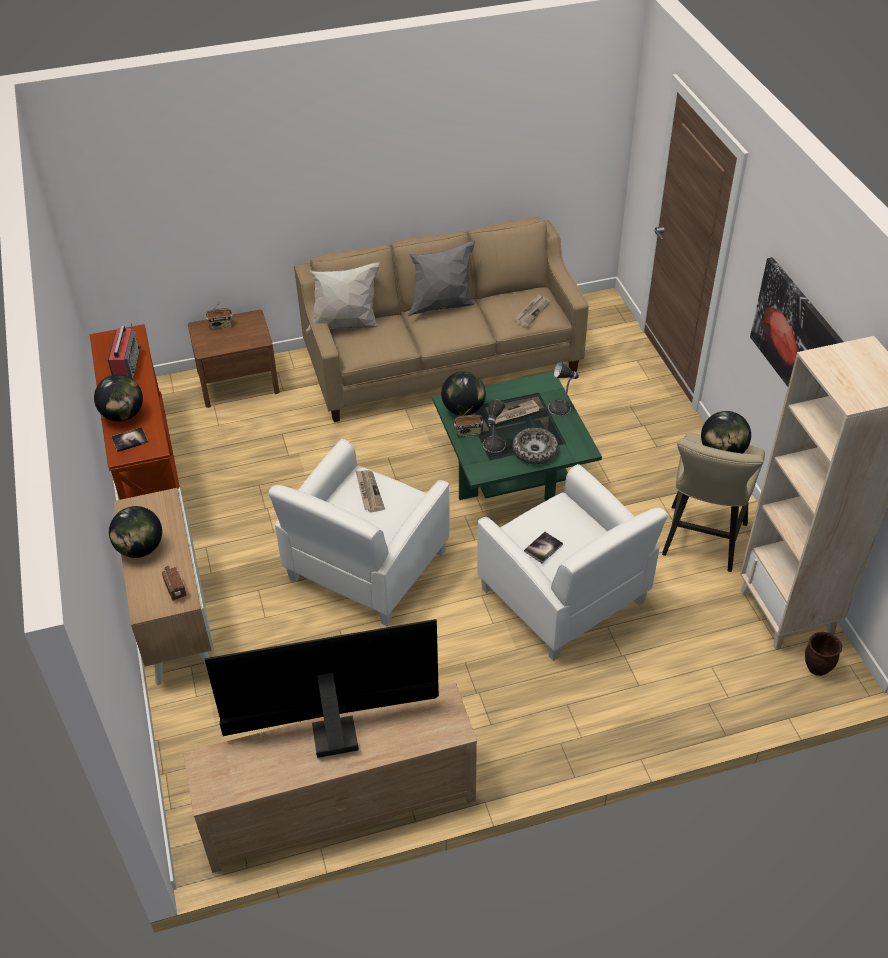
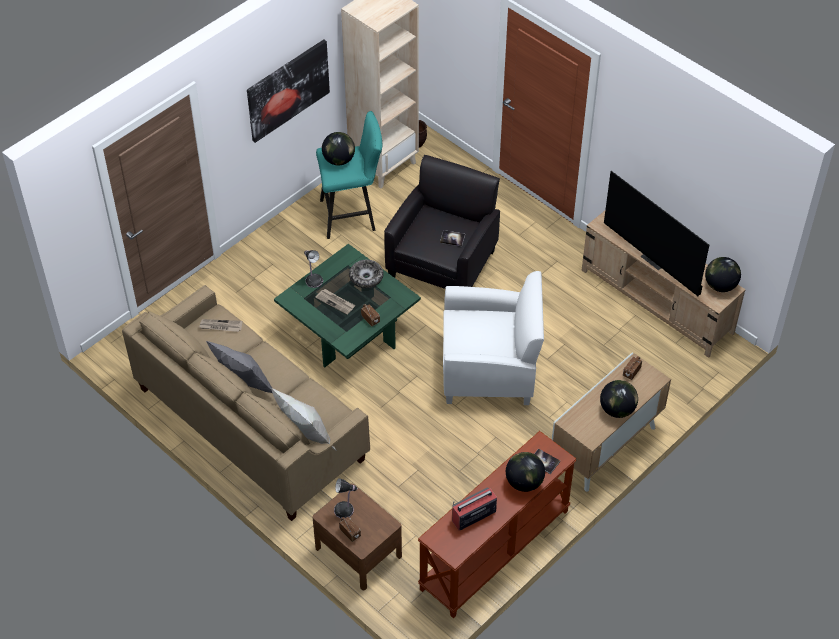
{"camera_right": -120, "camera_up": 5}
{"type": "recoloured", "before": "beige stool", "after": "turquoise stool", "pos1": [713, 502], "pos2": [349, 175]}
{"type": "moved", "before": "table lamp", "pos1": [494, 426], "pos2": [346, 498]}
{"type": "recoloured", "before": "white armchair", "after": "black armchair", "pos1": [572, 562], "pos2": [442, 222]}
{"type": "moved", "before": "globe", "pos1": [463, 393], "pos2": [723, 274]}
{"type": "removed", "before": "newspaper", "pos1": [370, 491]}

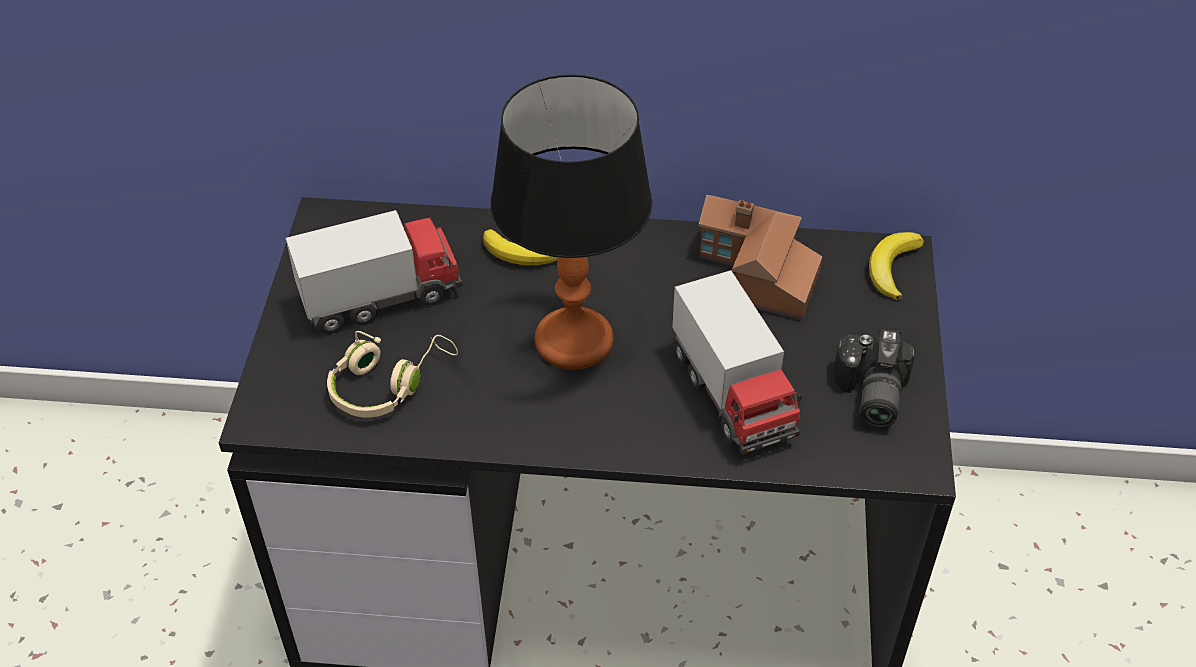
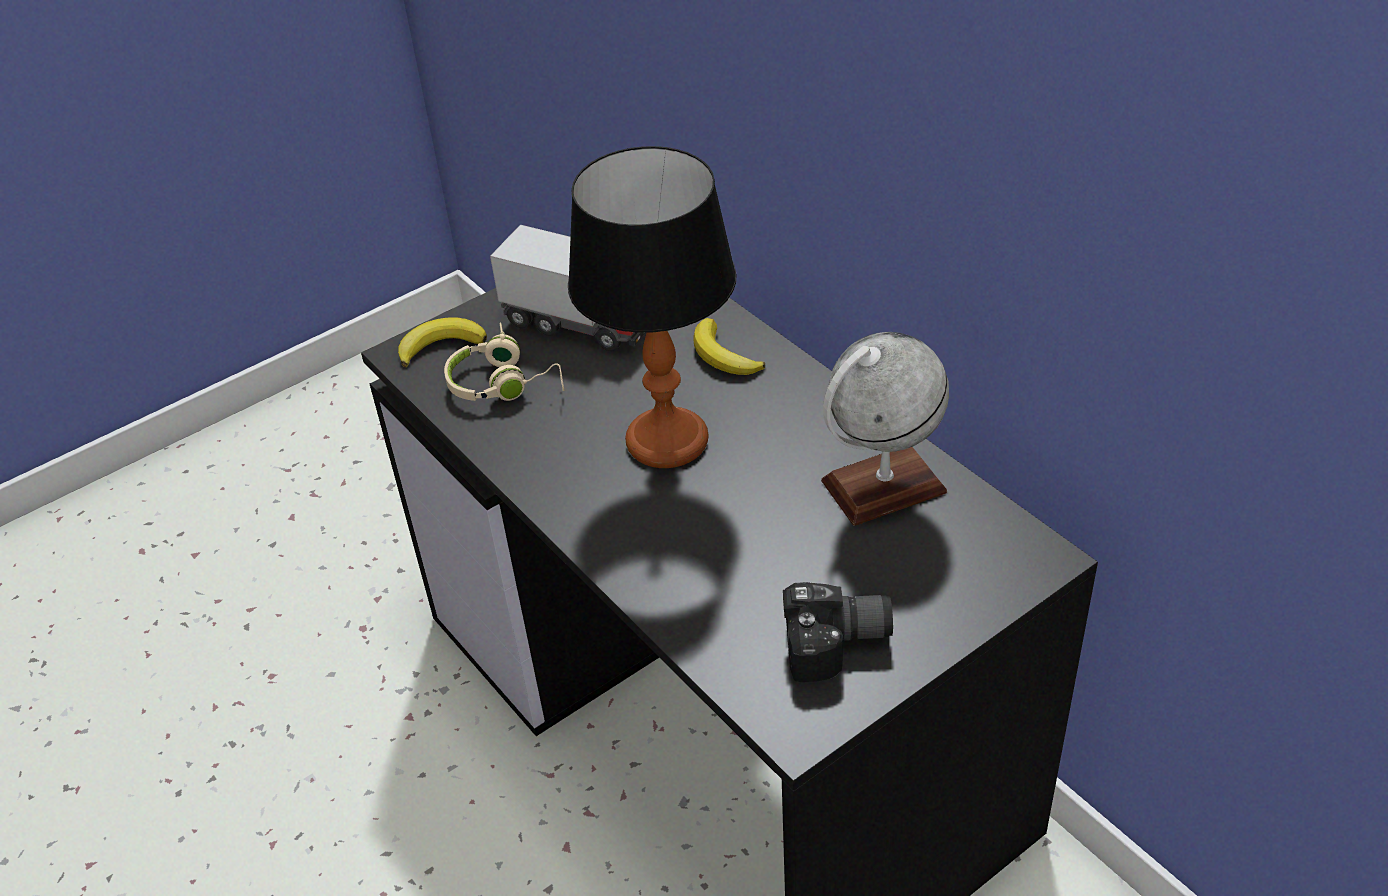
{"camera_right": 50, "camera_up": -5}
{"type": "moved", "before": "banana", "pos1": [896, 266], "pos2": [442, 342]}
{"type": "turned", "before": "photo camera", "pos1": [874, 378], "pos2": [838, 632], "turn": -150}
{"type": "replaced", "before": "toy house", "after": "globe", "pos1": [760, 257], "pos2": [885, 429]}
{"type": "removed", "before": "toy truck", "pos1": [737, 362]}

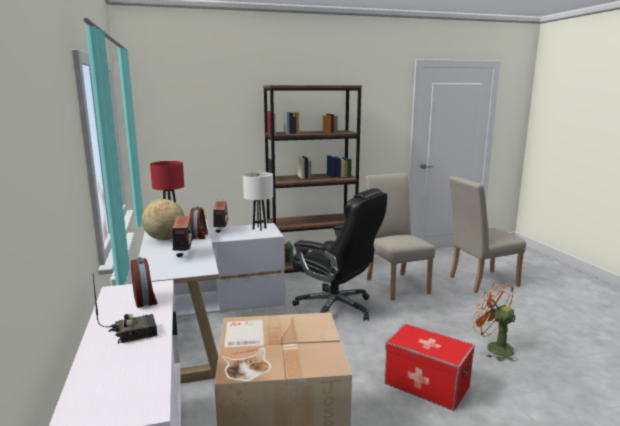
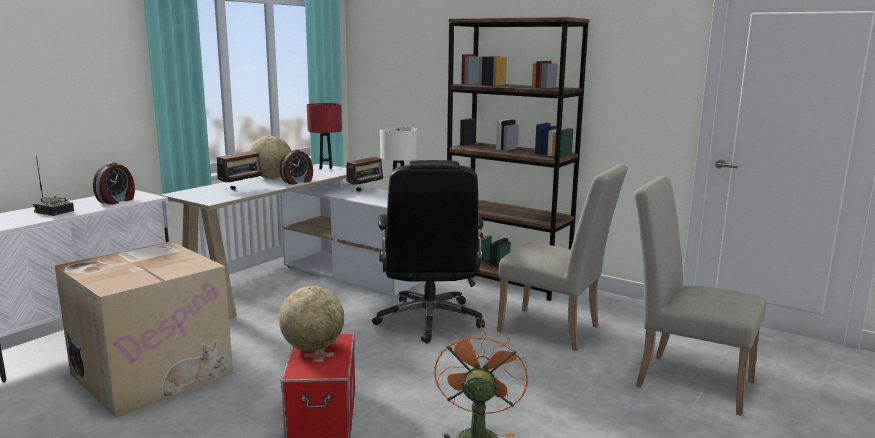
{"camera_right": 50, "camera_up": 0}
{"type": "added", "after": "globe", "pos2": [311, 318]}
{"type": "turned", "before": "beige chair", "pos1": [400, 236], "pos2": [562, 257], "turn": 90}

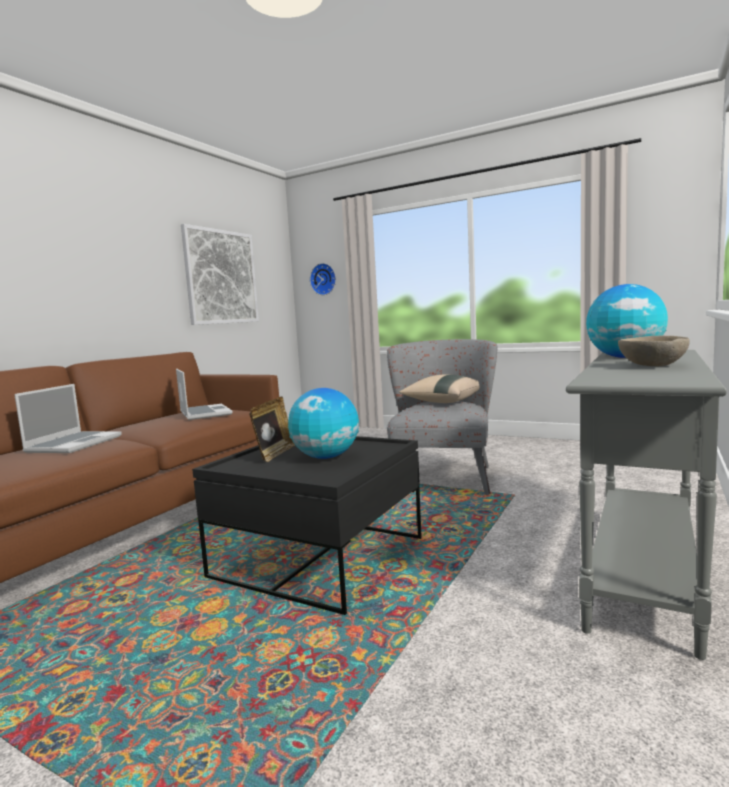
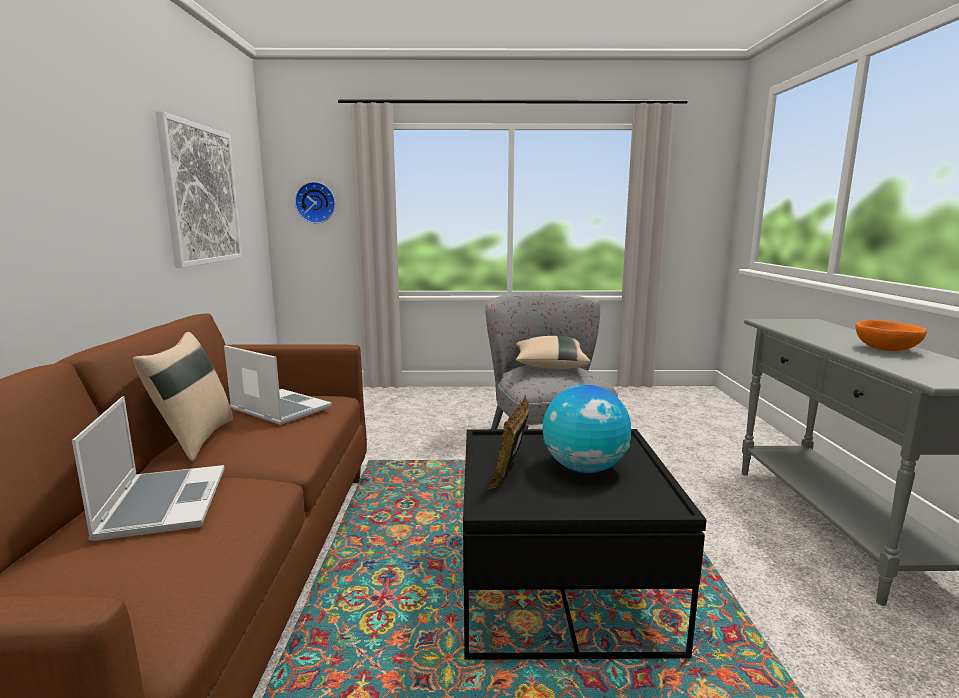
{"camera_right": -30, "camera_up": 5}
{"type": "added", "after": "beige pillow", "pos2": [183, 396]}
{"type": "turned", "before": "picture frame", "pos1": [272, 429], "pos2": [508, 442], "turn": -150}
{"type": "recoloured", "before": "beige bowl", "after": "orange bowl", "pos1": [654, 351], "pos2": [891, 335]}
{"type": "removed", "before": "globe", "pos1": [627, 321]}

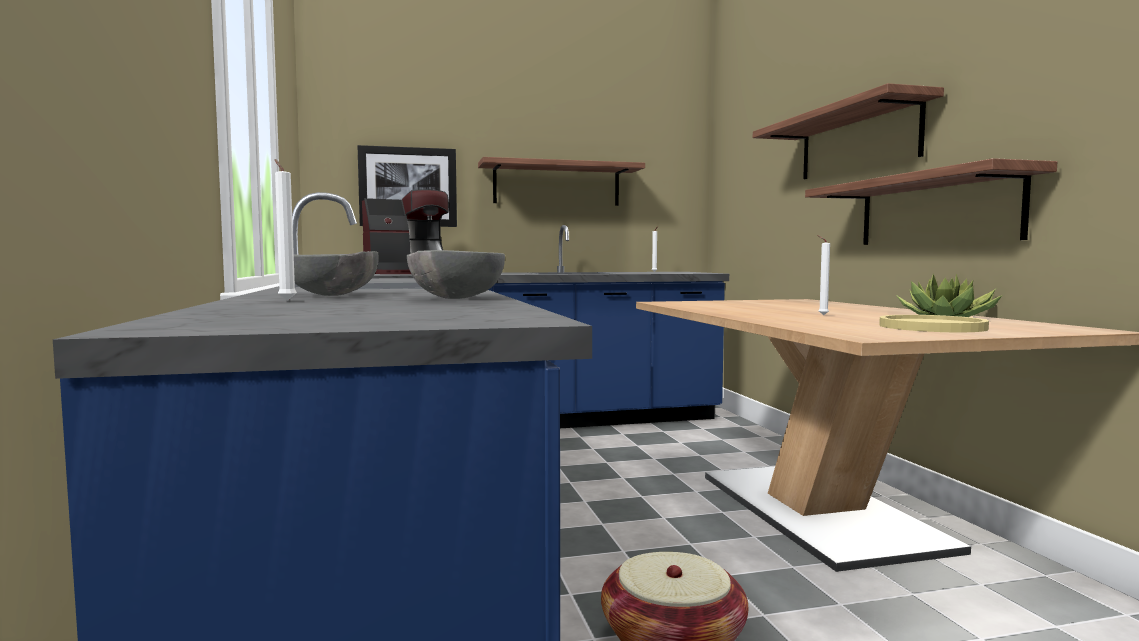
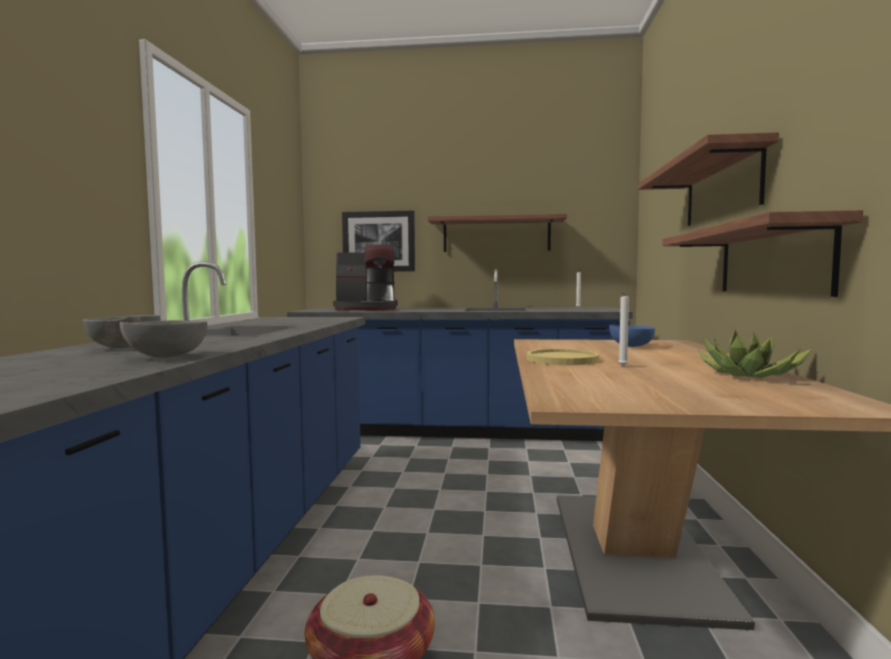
{"camera_right": 20, "camera_up": 0}
{"type": "moved", "before": "yellow plate", "pos1": [934, 323], "pos2": [563, 357]}
{"type": "added", "after": "blue bowl", "pos2": [632, 335]}
{"type": "removed", "before": "white candle", "pos1": [286, 230]}

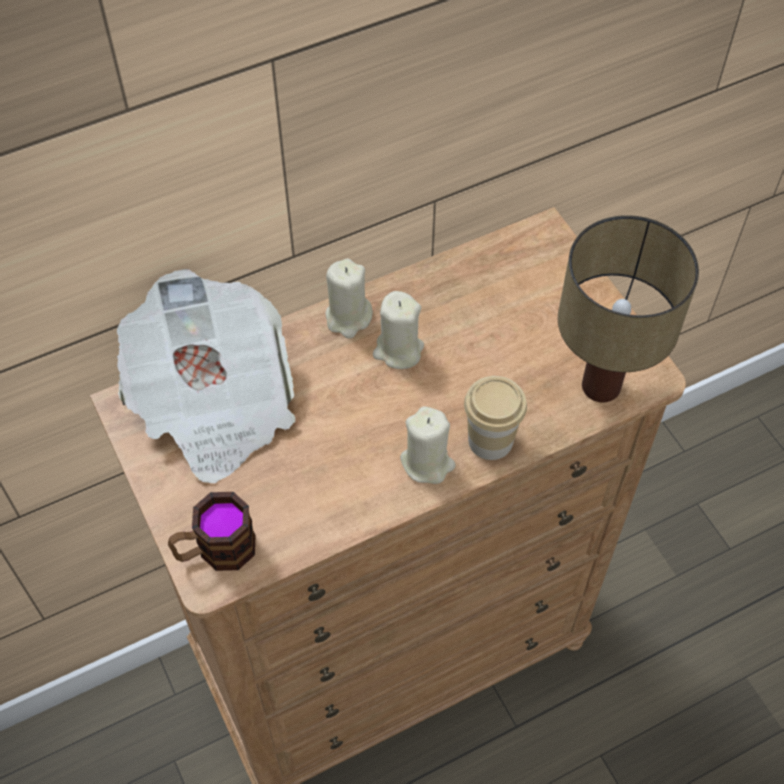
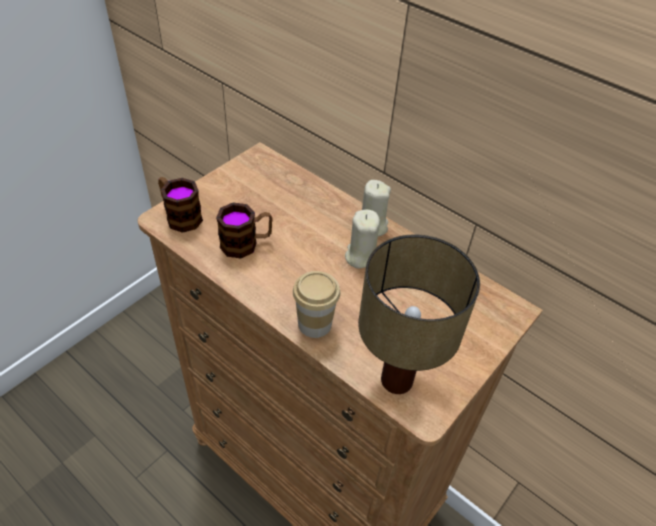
{"camera_right": 65, "camera_up": -10}
{"type": "added", "after": "mug", "pos2": [244, 230]}
{"type": "removed", "before": "newspaper", "pos1": [206, 376]}
{"type": "removed", "before": "beige candle", "pos1": [428, 445]}

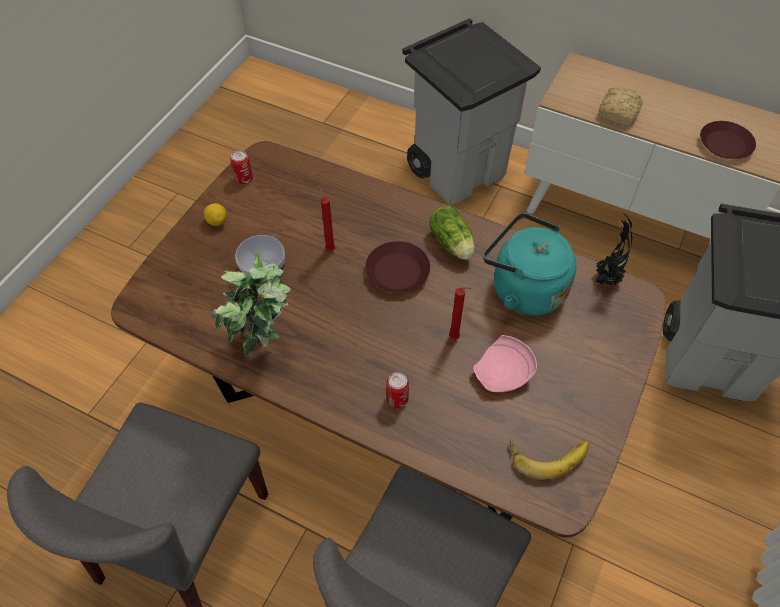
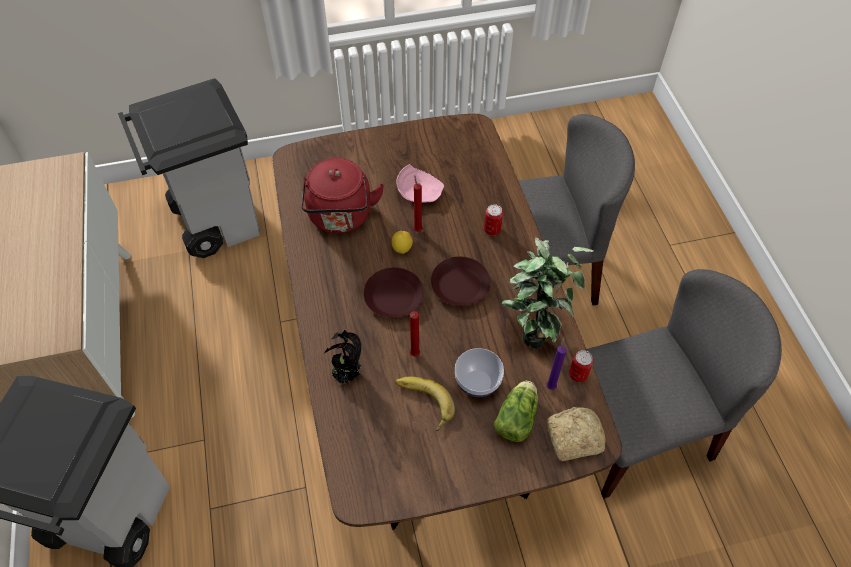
{"camera_right": -130, "camera_up": 0}
{"type": "recoloured", "before": "turquoise kettle", "after": "red kettle", "pos1": [529, 264], "pos2": [342, 196]}
{"type": "moved", "before": "potted plant", "pos1": [612, 249], "pos2": [343, 357]}
{"type": "moved", "before": "lemon", "pos1": [215, 214], "pos2": [402, 242]}
{"type": "moved", "before": "banana", "pos1": [549, 460], "pos2": [425, 403]}
{"type": "moved", "before": "brown plate", "pos1": [728, 140], "pos2": [460, 281]}
{"type": "moved", "before": "lettuce", "pos1": [452, 233], "pos2": [516, 411]}
{"type": "added", "after": "purple candle", "pos2": [557, 363]}
{"type": "moved", "before": "bread", "pos1": [620, 106], "pos2": [576, 434]}
{"type": "moved", "before": "can", "pos1": [241, 167], "pos2": [581, 366]}

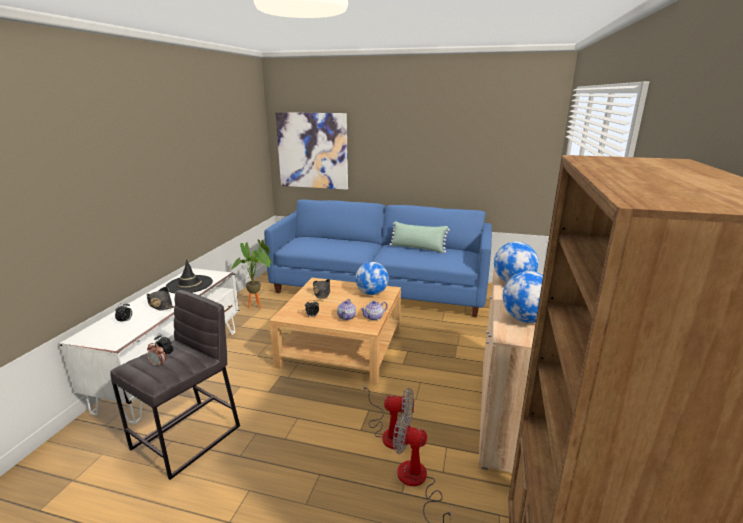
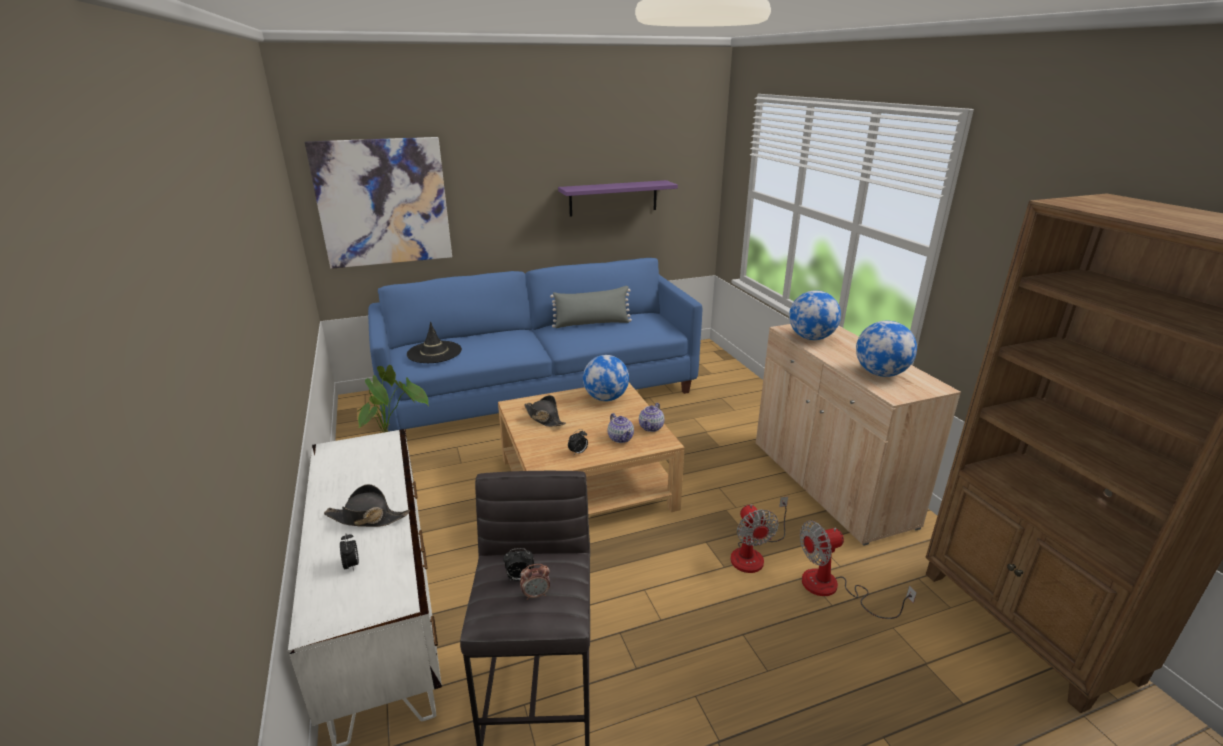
{"camera_right": -35, "camera_up": 5}
{"type": "moved", "before": "black hat", "pos1": [189, 276], "pos2": [434, 342]}
{"type": "recoloured", "before": "green pillow", "after": "grey pillow", "pos1": [420, 237], "pos2": [591, 307]}
{"type": "added", "after": "purple shelf", "pos2": [618, 198]}
{"type": "turned", "before": "fan", "pos1": [389, 415], "pos2": [759, 534], "turn": 105}

